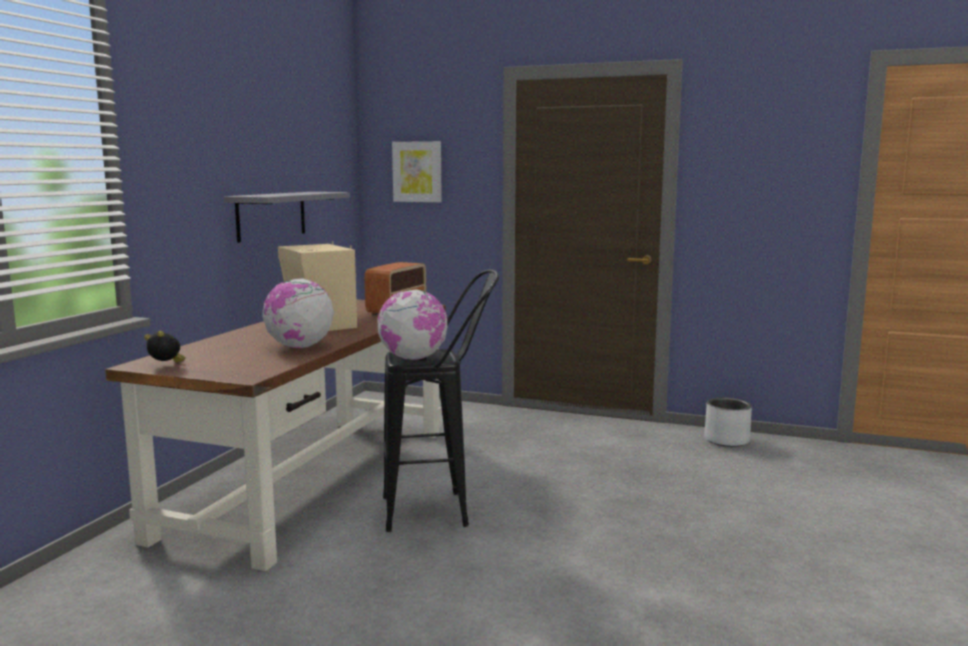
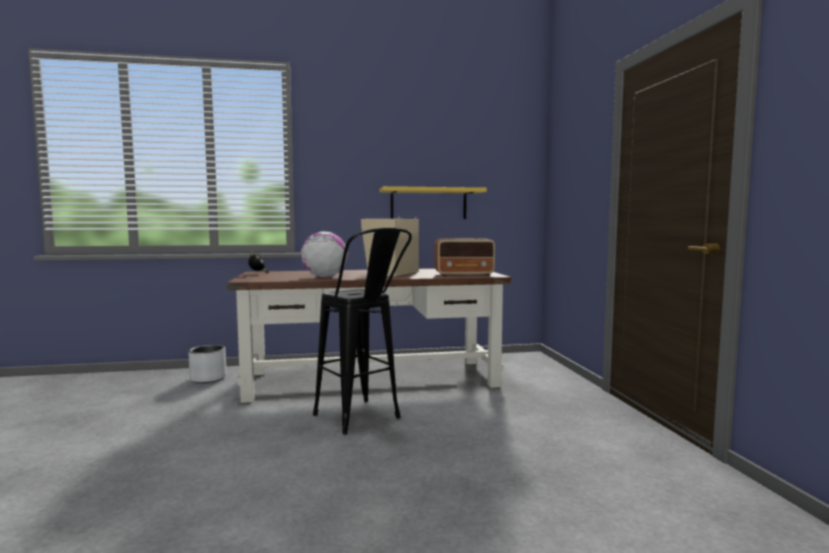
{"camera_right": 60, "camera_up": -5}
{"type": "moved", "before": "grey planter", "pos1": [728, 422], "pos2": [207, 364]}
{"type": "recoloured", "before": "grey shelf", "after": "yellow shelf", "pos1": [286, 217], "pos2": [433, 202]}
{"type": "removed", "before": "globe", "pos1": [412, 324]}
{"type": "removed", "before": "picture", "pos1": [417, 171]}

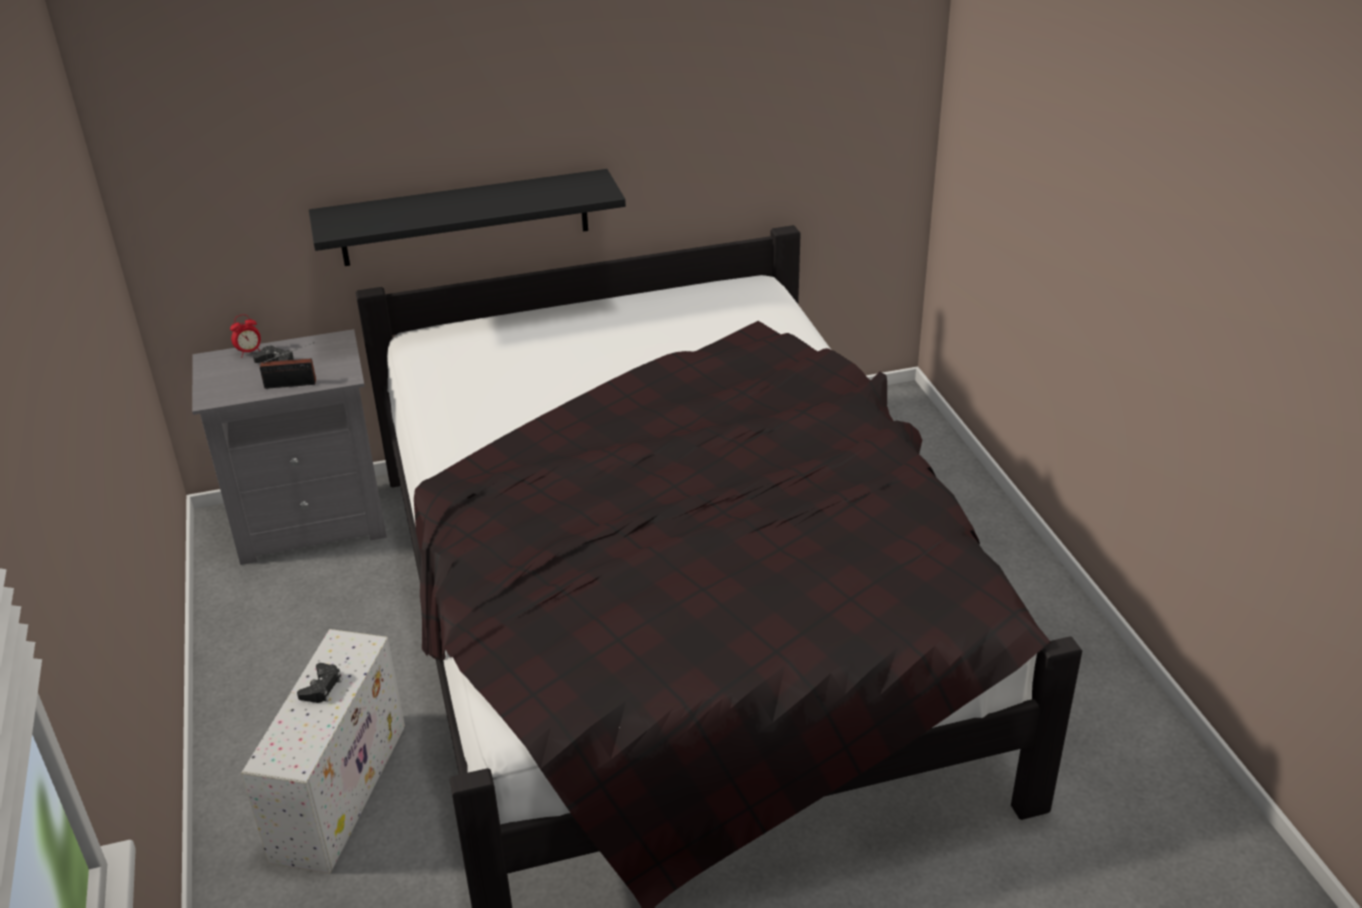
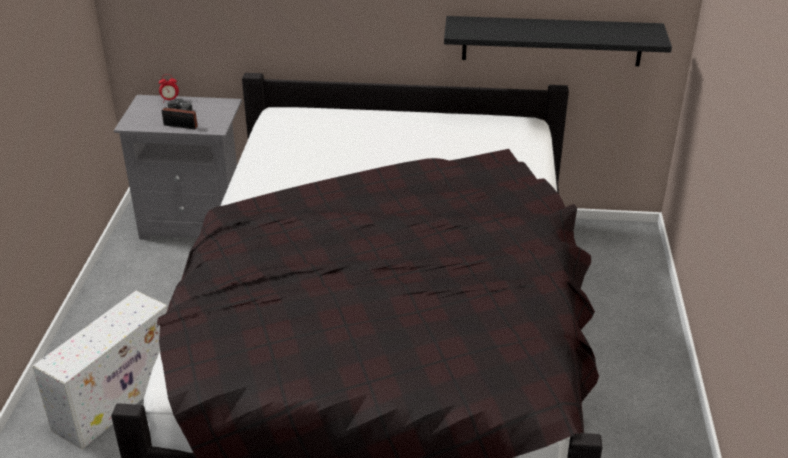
{"camera_right": 20, "camera_up": 0}
{"type": "moved", "before": "black shelf", "pos1": [467, 217], "pos2": [558, 41]}
{"type": "removed", "before": "black game controller", "pos1": [320, 683]}

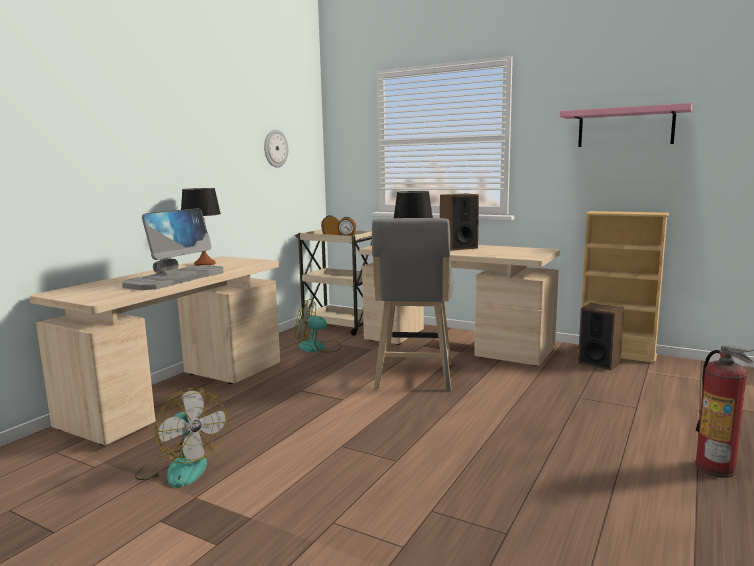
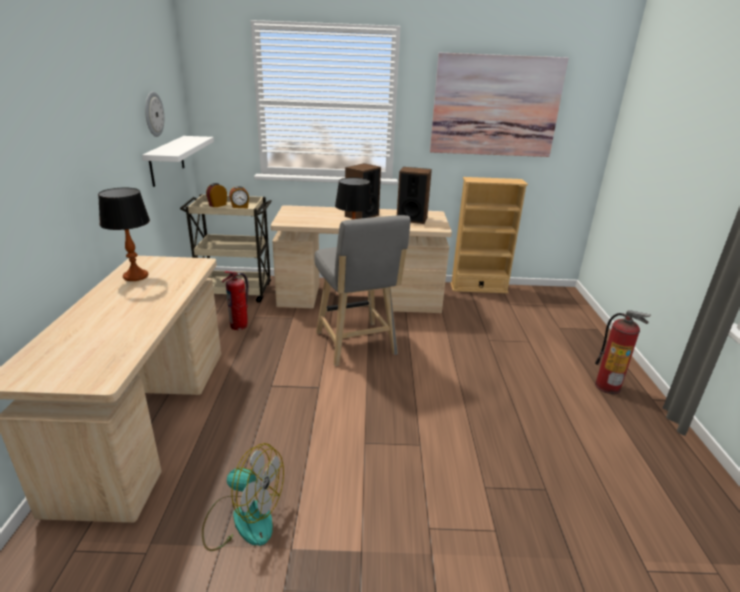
{"camera_right": -30, "camera_up": 15}
{"type": "added", "after": "white shelf", "pos2": [178, 161]}
{"type": "replaced", "before": "fan", "after": "fire extinguisher", "pos1": [318, 326], "pos2": [235, 300]}
{"type": "moved", "before": "speaker", "pos1": [601, 336], "pos2": [414, 195]}
{"type": "replaced", "before": "pink shelf", "after": "picture", "pos1": [626, 125], "pos2": [499, 105]}
{"type": "removed", "before": "monitor", "pos1": [172, 249]}

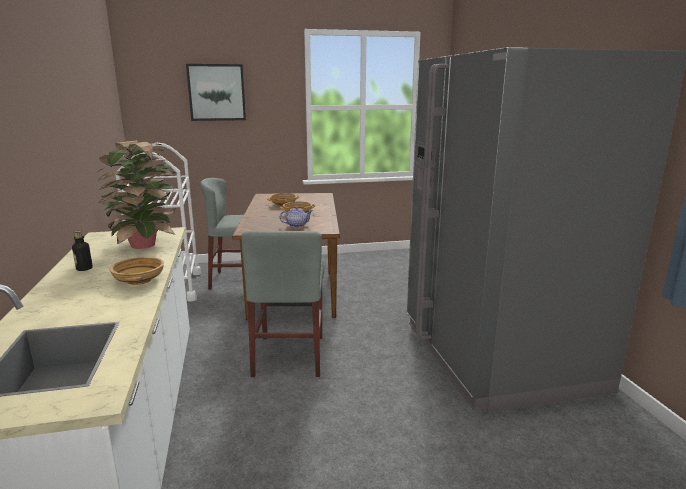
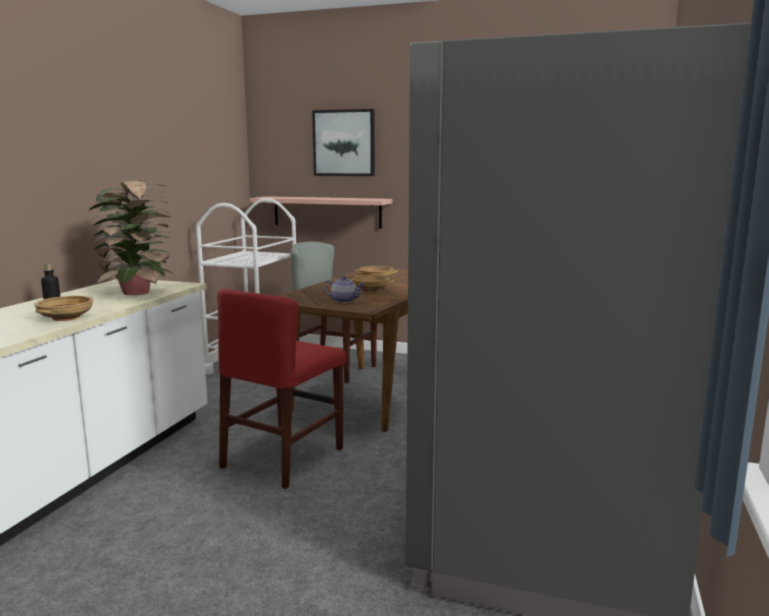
{"camera_right": 30, "camera_up": -5}
{"type": "recoloured", "before": "grey chair", "after": "red chair", "pos1": [282, 304], "pos2": [281, 389]}
{"type": "added", "after": "shelf", "pos2": [321, 212]}

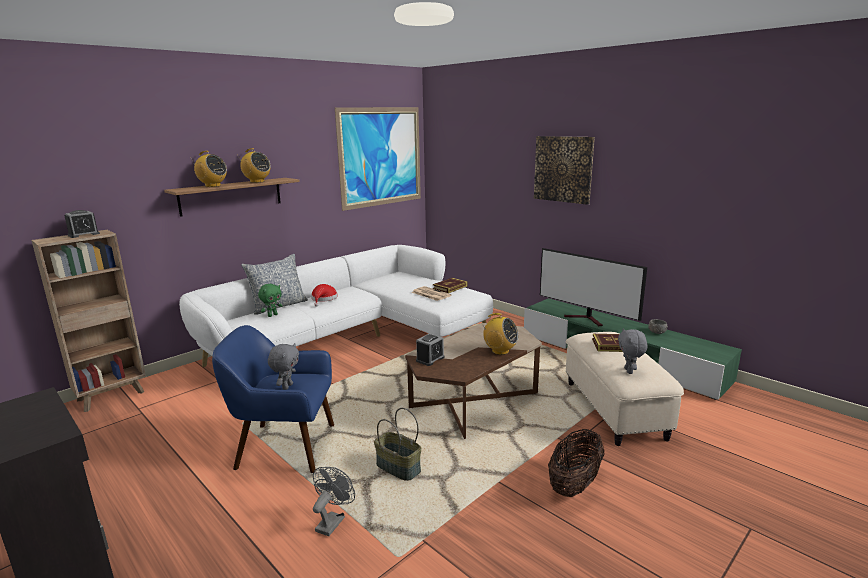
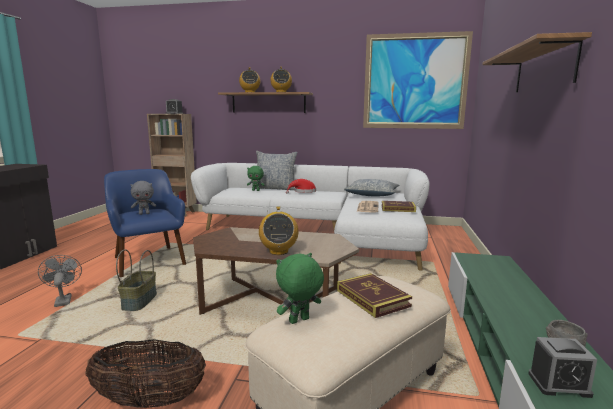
{"camera_right": 55, "camera_up": -5}
{"type": "turned", "before": "grey fan", "pos1": [334, 501], "pos2": [60, 281], "turn": -105}
{"type": "recoloured", "before": "grey plush toy", "after": "green plush toy", "pos1": [633, 351], "pos2": [300, 288]}
{"type": "added", "after": "pillow", "pos2": [371, 188]}
{"type": "replaced", "before": "picture", "after": "shelf", "pos1": [564, 170], "pos2": [537, 62]}
{"type": "moved", "before": "alarm clock", "pos1": [430, 349], "pos2": [562, 367]}
{"type": "removed", "before": "television", "pos1": [593, 287]}

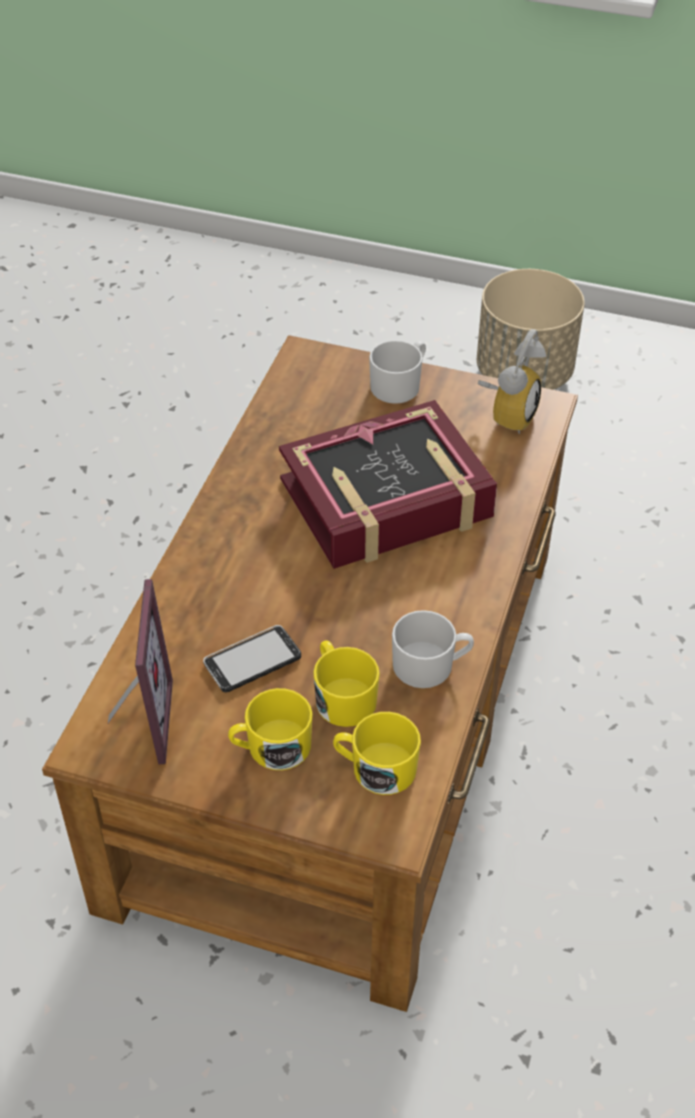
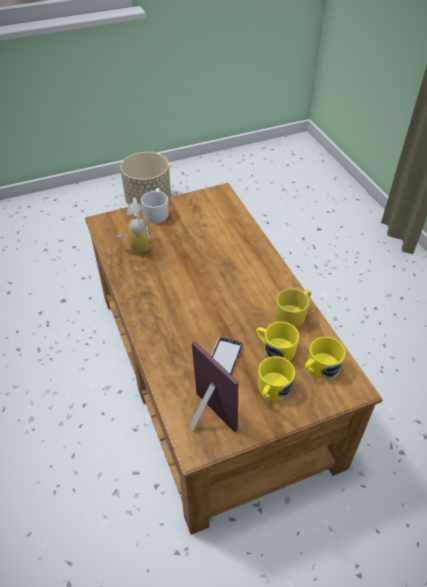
{"camera_right": -40, "camera_up": 0}
{"type": "moved", "before": "alarm clock", "pos1": [512, 381], "pos2": [133, 225]}
{"type": "recoloured", "before": "white mug", "after": "yellow mug", "pos1": [433, 649], "pos2": [293, 307]}
{"type": "removed", "before": "book", "pos1": [388, 484]}

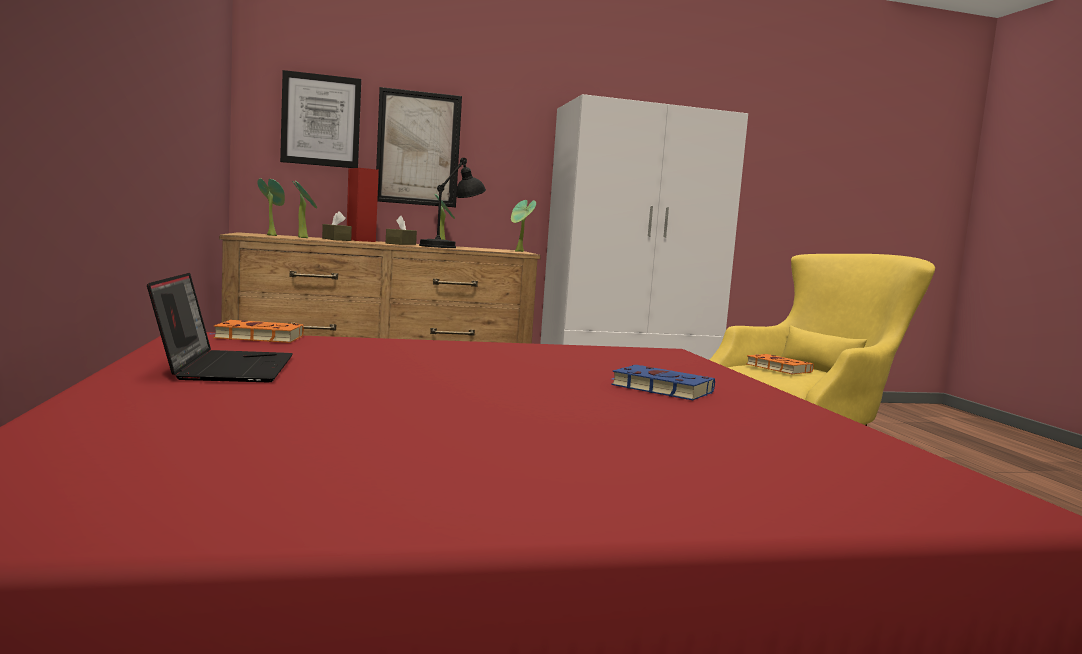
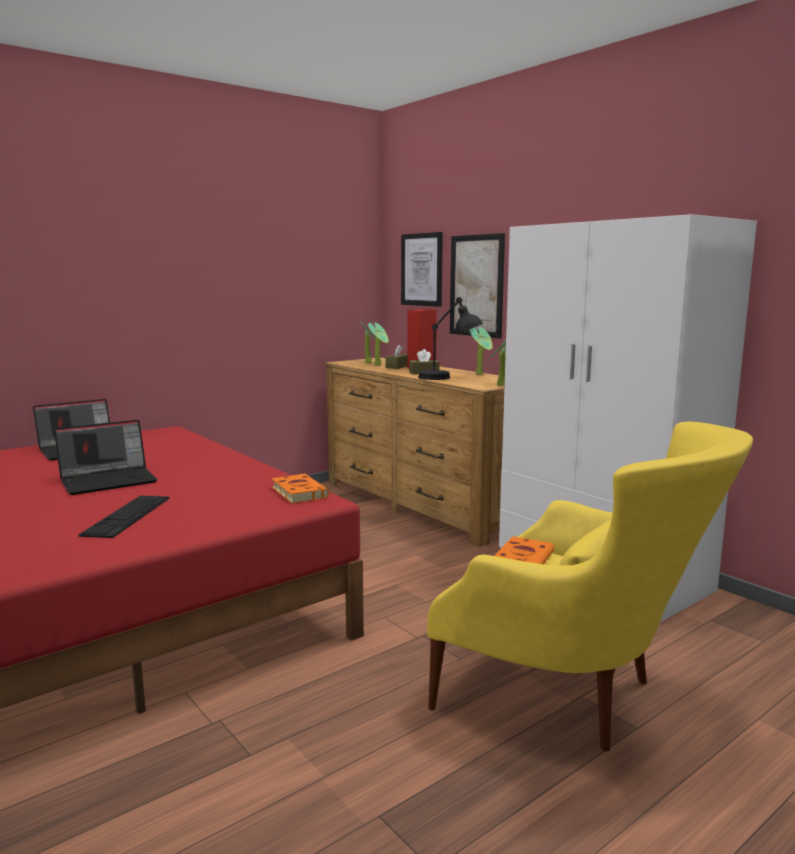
{"camera_right": 65, "camera_up": 5}
{"type": "added", "after": "laptop", "pos2": [106, 457]}
{"type": "replaced", "before": "blue book", "after": "keyboard", "pos1": [663, 382], "pos2": [124, 517]}
{"type": "moved", "before": "orange book", "pos1": [257, 331], "pos2": [300, 489]}

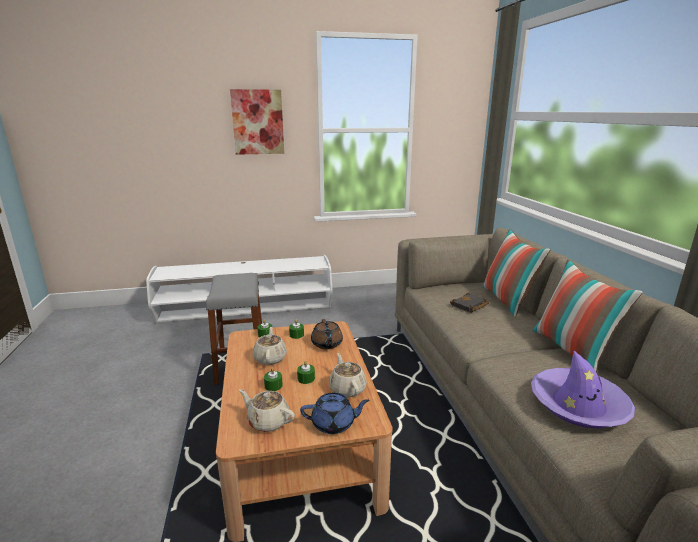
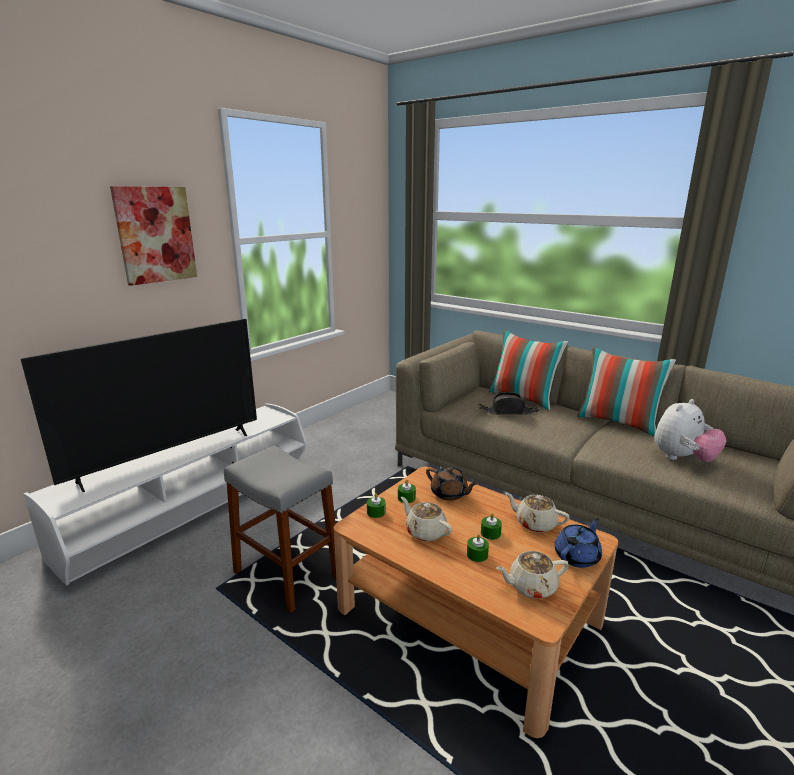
{"camera_right": -40, "camera_up": 0}
{"type": "added", "after": "television", "pos2": [139, 405]}
{"type": "replaced", "before": "black book", "after": "black hat", "pos1": [469, 303], "pos2": [509, 403]}
{"type": "replaced", "before": "purple hat", "after": "plush toy", "pos1": [583, 389], "pos2": [690, 430]}

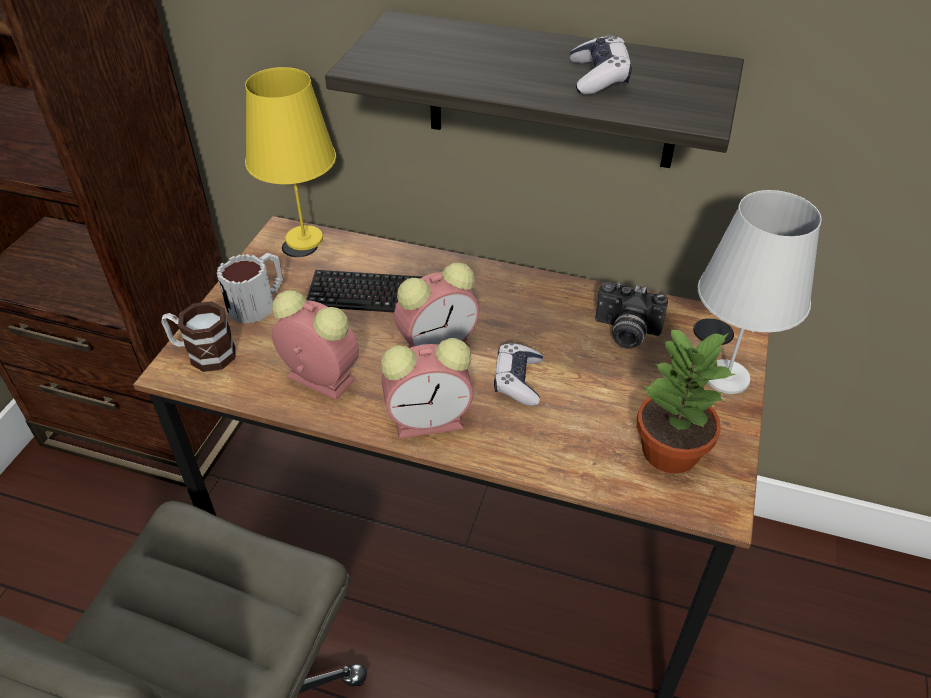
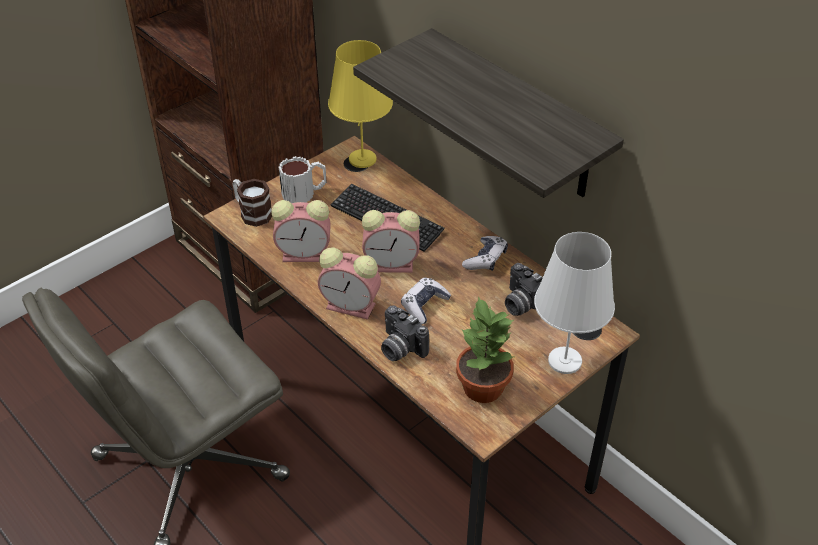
{"camera_right": 30, "camera_up": 0}
{"type": "turned", "before": "alarm clock", "pos1": [315, 345], "pos2": [301, 231], "turn": 120}
{"type": "added", "after": "photo camera", "pos2": [405, 333]}
{"type": "moved", "before": "game controller", "pos1": [601, 65], "pos2": [485, 253]}

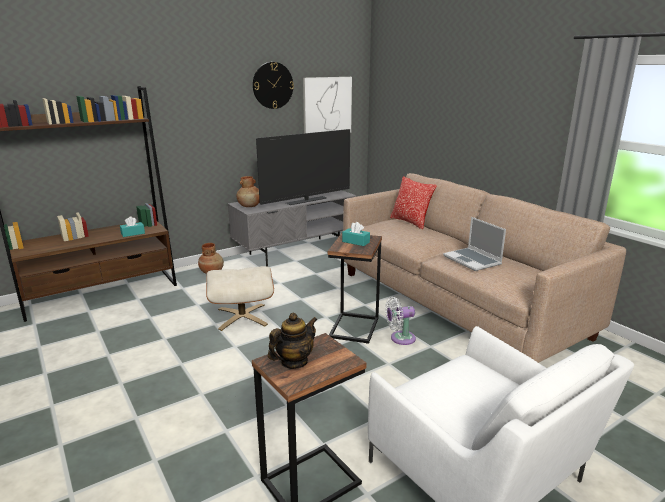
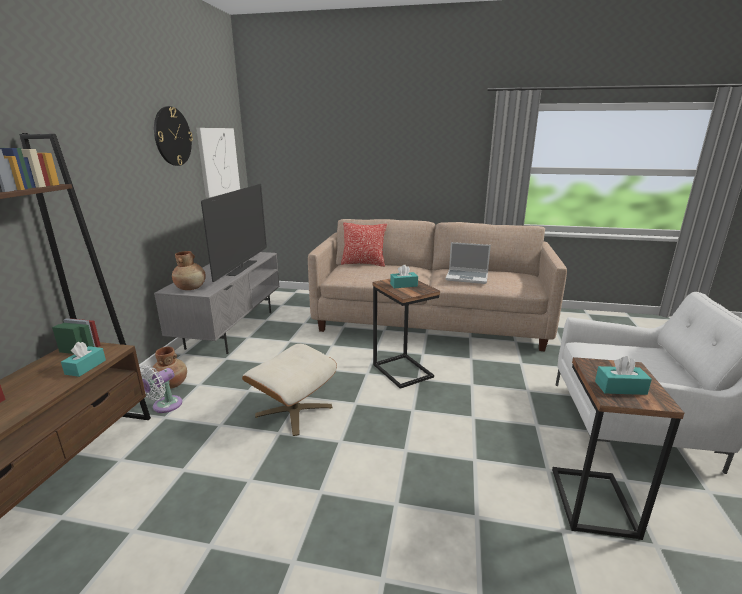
{"camera_right": -45, "camera_up": 0}
{"type": "moved", "before": "white fan", "pos1": [400, 321], "pos2": [161, 389]}
{"type": "replaced", "before": "teapot", "after": "turquoise tissue box", "pos1": [293, 341], "pos2": [623, 375]}

